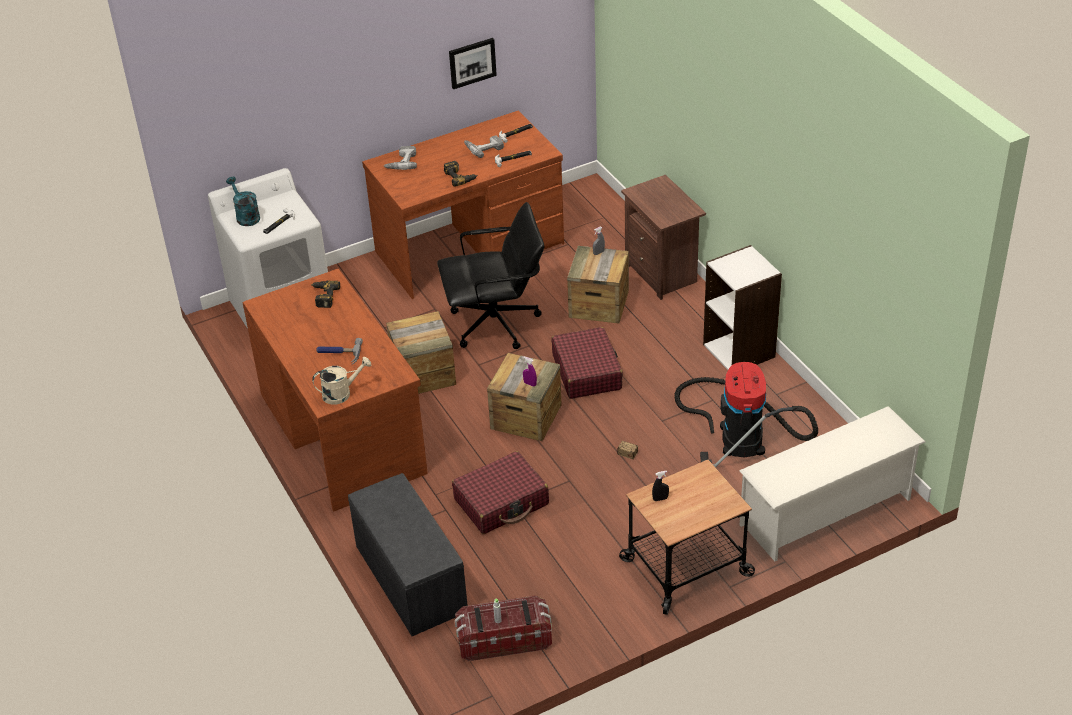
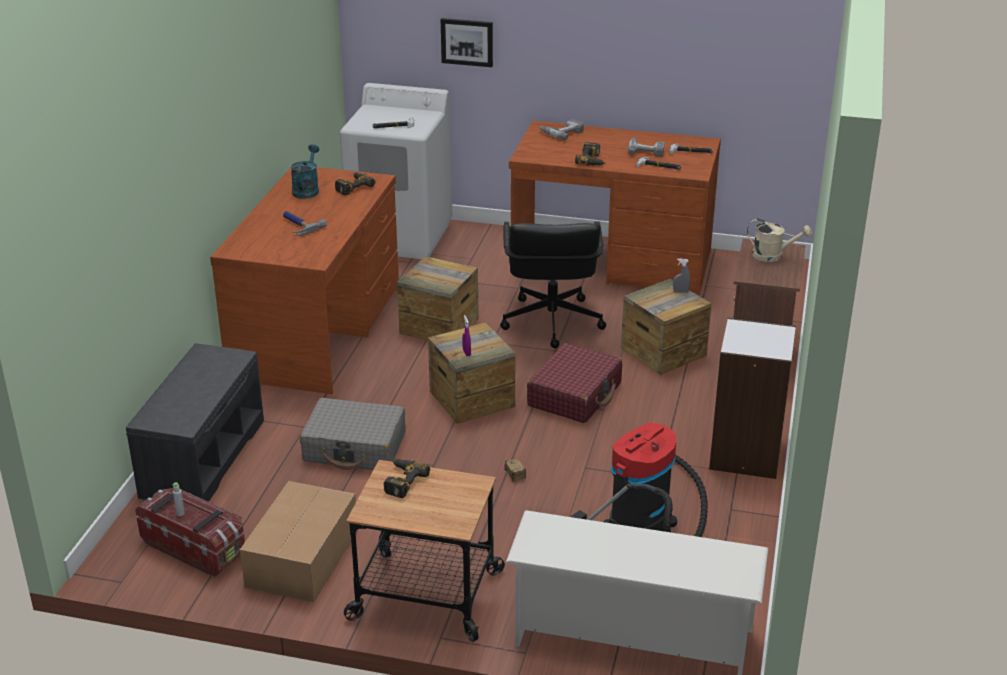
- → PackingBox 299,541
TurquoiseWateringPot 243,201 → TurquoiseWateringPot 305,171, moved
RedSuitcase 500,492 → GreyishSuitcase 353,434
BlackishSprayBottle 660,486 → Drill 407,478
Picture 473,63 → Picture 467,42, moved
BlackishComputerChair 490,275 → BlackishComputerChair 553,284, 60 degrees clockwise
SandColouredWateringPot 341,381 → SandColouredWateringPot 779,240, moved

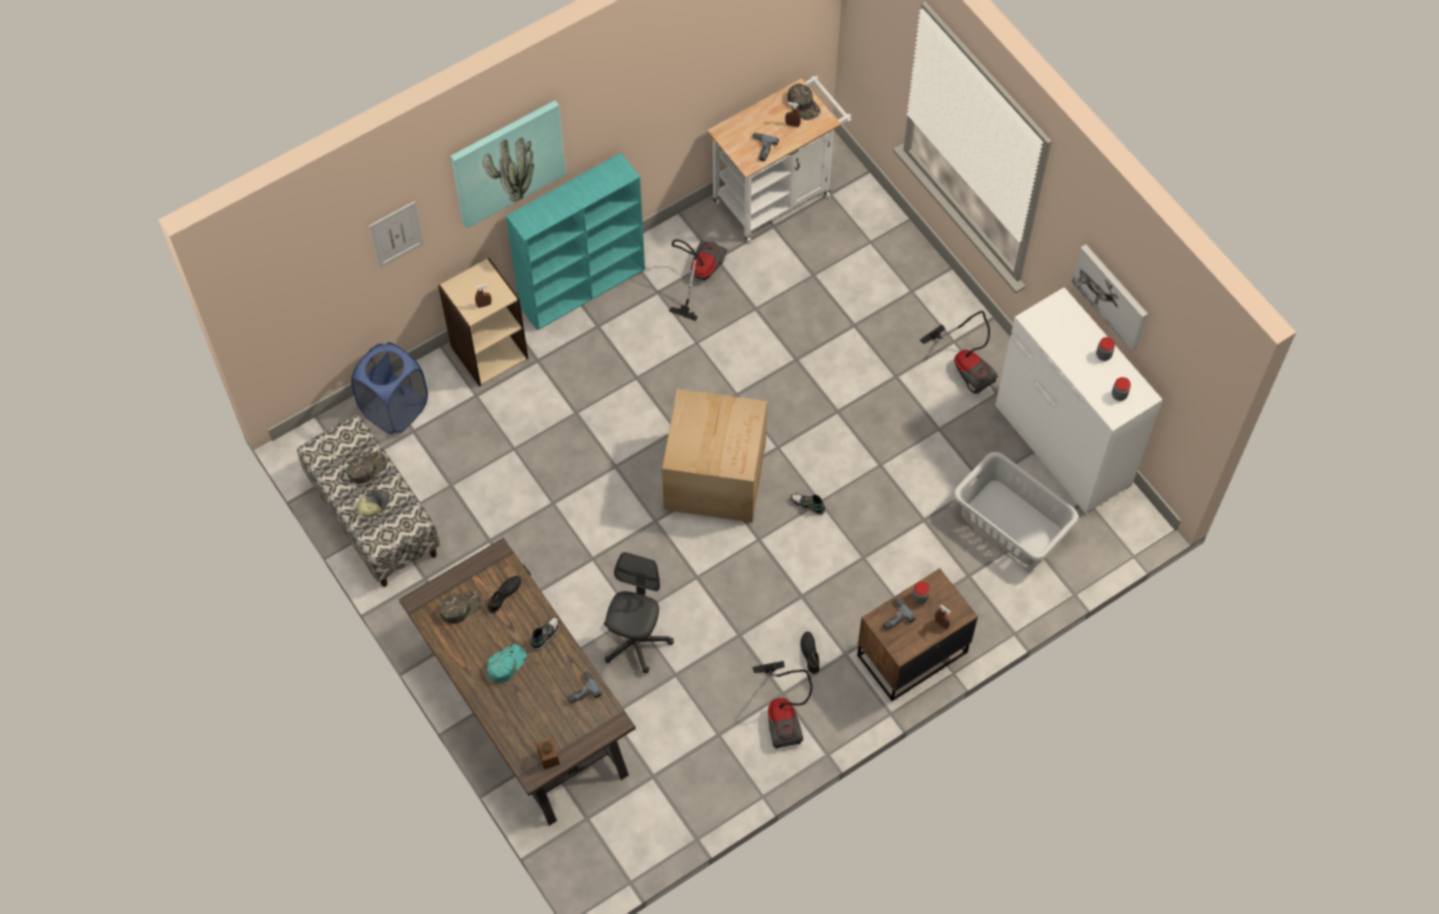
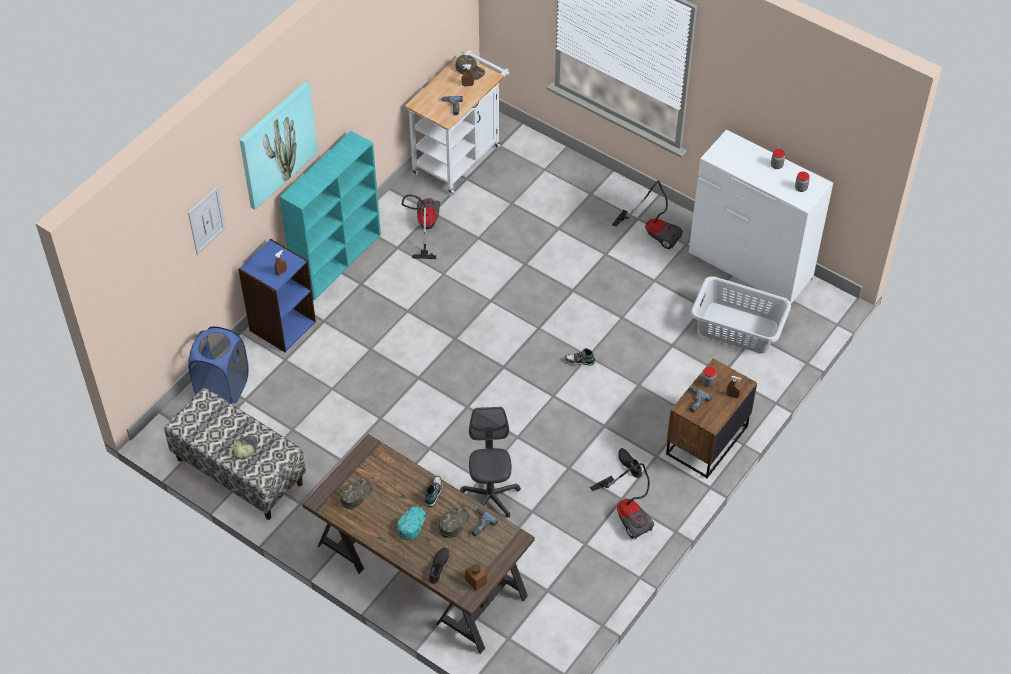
SandColouredShelvingUnit 483,322 → BlueColouredShelvingUnit 277,295
BlackishItemOfFootwear 504,594 → BlackishItemOfFootwear 439,566, moved
GreenishPeakedCap 367,468 → GreenishPeakedCap 454,522, moved
PackingBox 714,455 → -
Picture 1110,297 → -

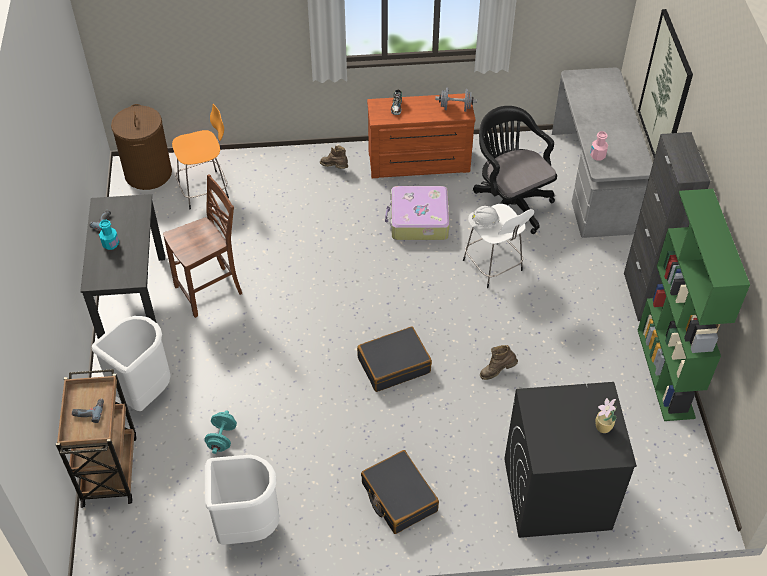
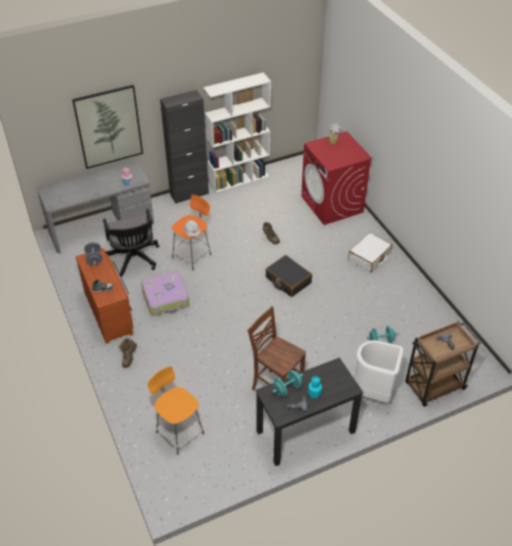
BlackishComputerChair 515,170 → BlackishComputerChair 131,242, 60 degrees counterclockwise
WhiteStool 498,246 → OrangeColouredStool 191,232
GreenishShelvingUnit 694,305 → WhiteShelvingUnit 237,133
- → TurquoiseDumbbell 287,383
BlackishWashingMachine 570,460 → RedWashingMachine 336,178
BlackishSuitcase 400,492 → WhiteSuitcase 370,252
BrownLaundryBasket 141,147 → -
WhiteRubbishBin 242,500 → -

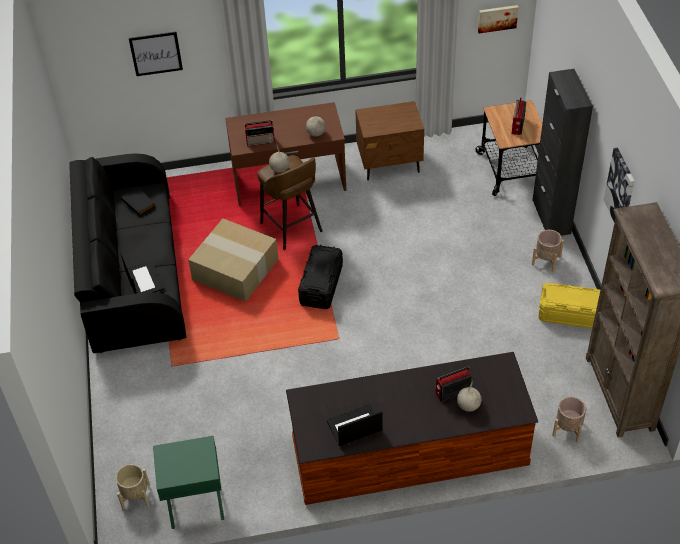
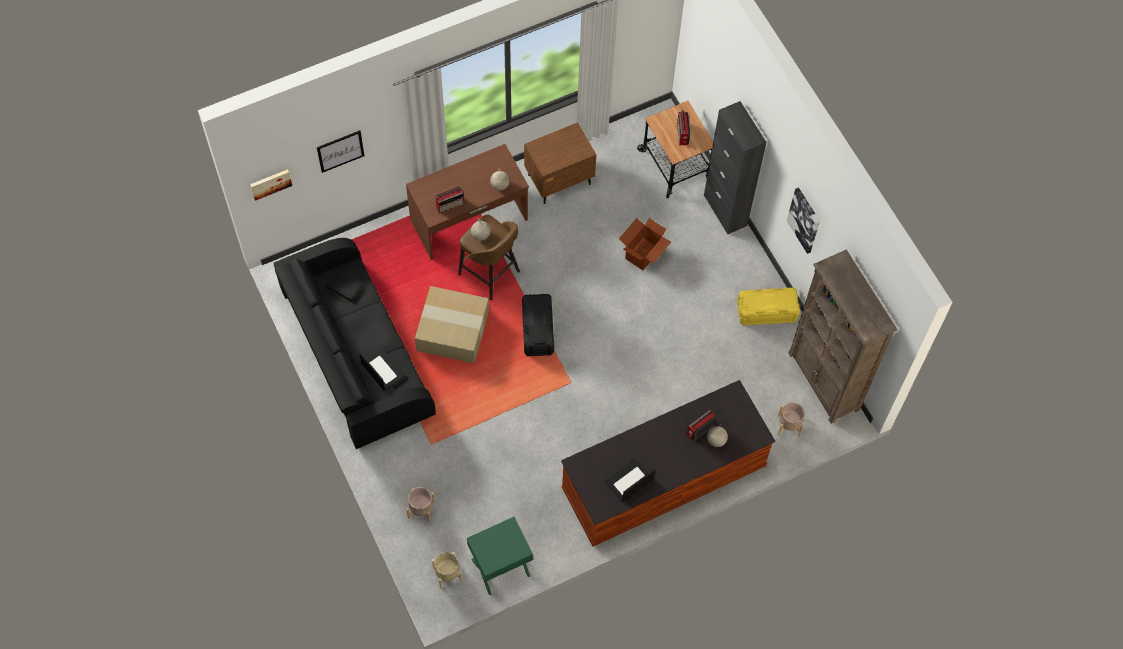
Picture 498,19 → Picture 271,185, moved
SandColouredPlantPot 548,251 → SandColouredPlantPot 420,504, moved
- → PackingBox 645,244

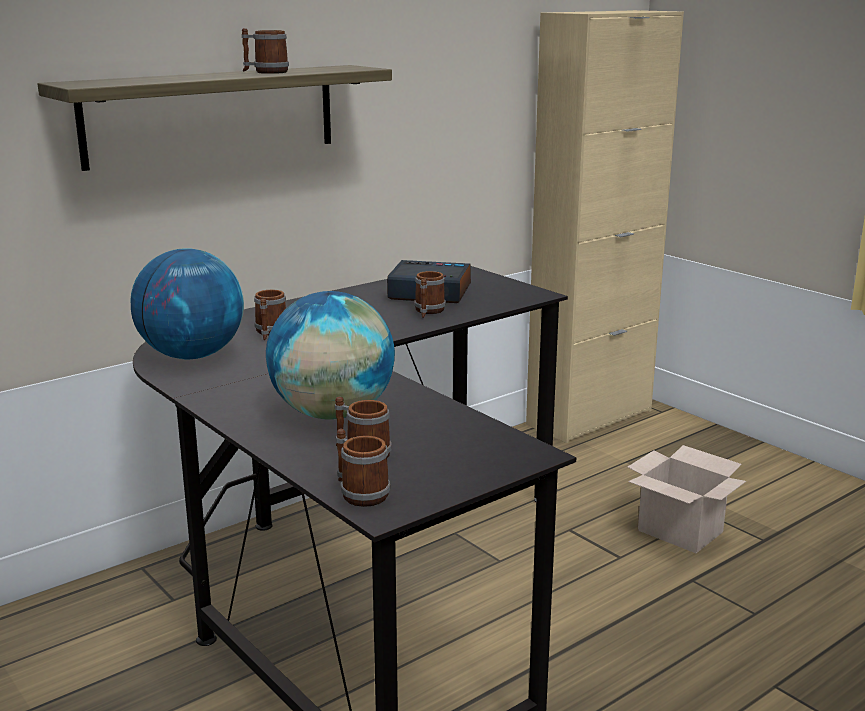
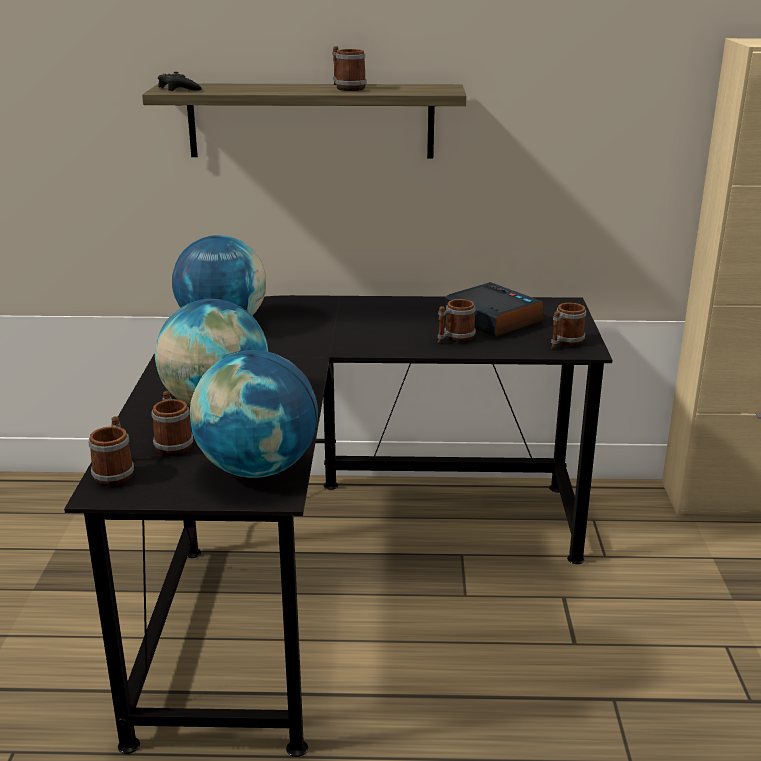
- → BlackishGameController 180,81
- → DeskGlobe 254,414
TeaMug 270,315 → TeaMug 568,326, moved
PackingBox 687,499 → -

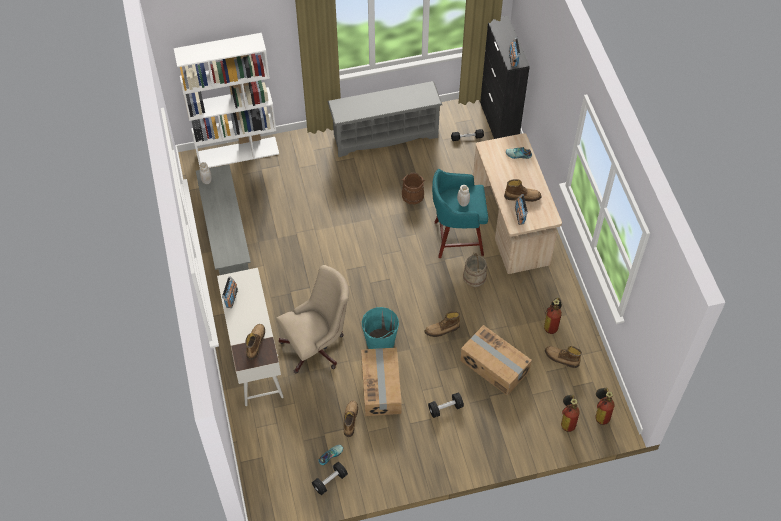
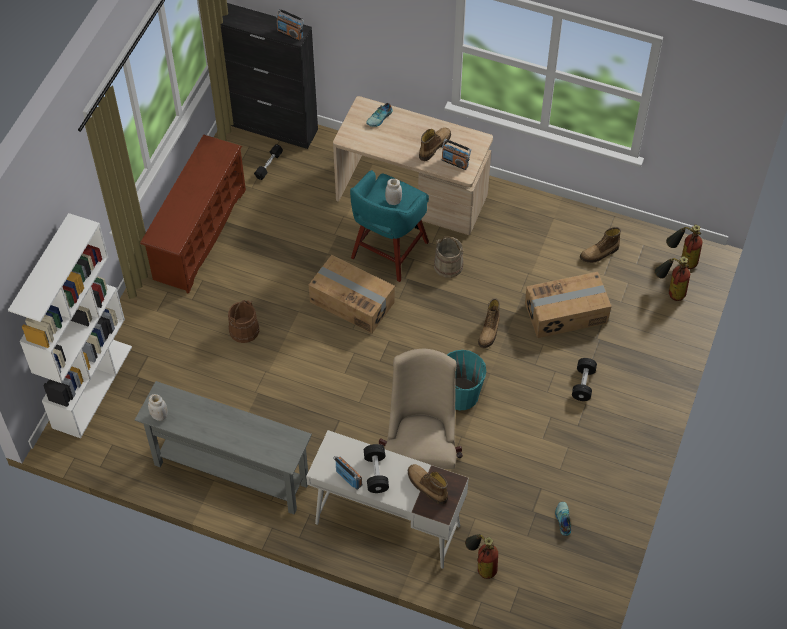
GreyishShoeStand 385,119 → BrownShoeStand 193,214
BrownWaterBucket 413,188 → BrownWaterBucket 243,321, moved
PackingBox 381,382 → PackingBox 352,294, moved
BlackishDumbbell 330,478 → BlackishDumbbell 376,468, moved
FireExtinguisher 553,315 → FireExtinguisher 481,556, moved
Boot 351,419 → -

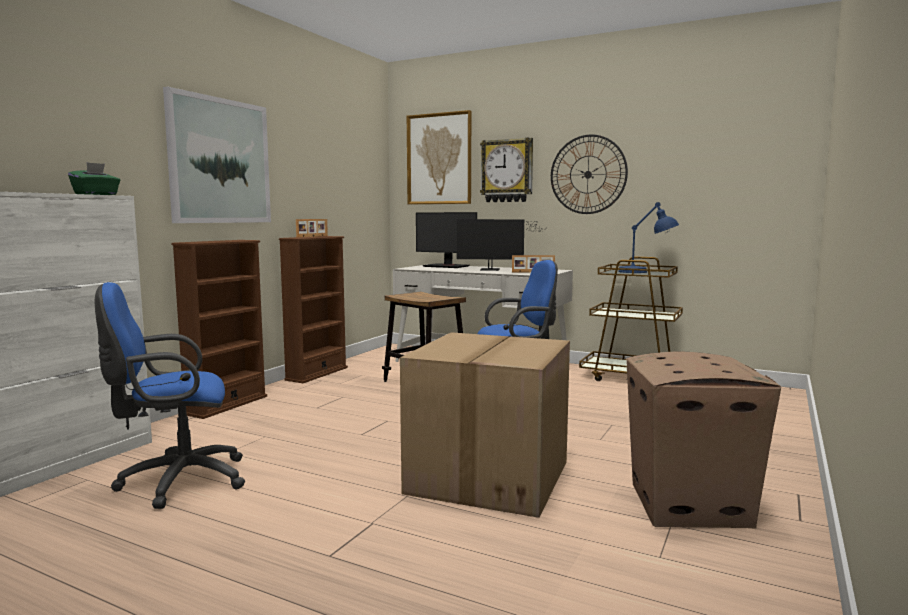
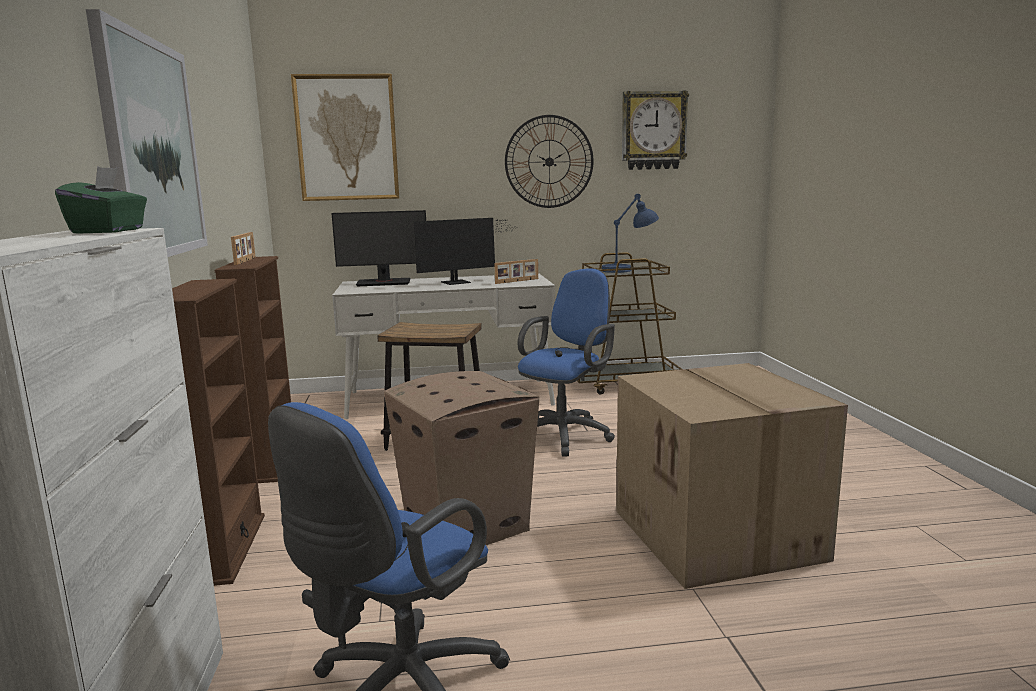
PackingBox 703,440 → PackingBox 461,458, moved
ClockOnTheWall 506,170 → ClockOnTheWall 655,130, moved

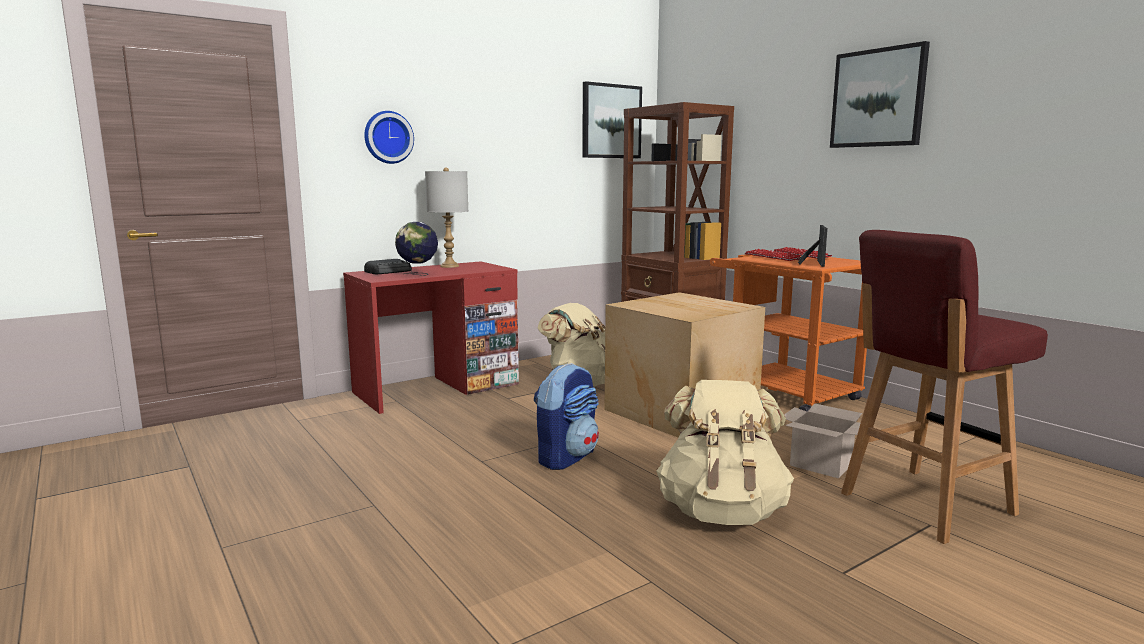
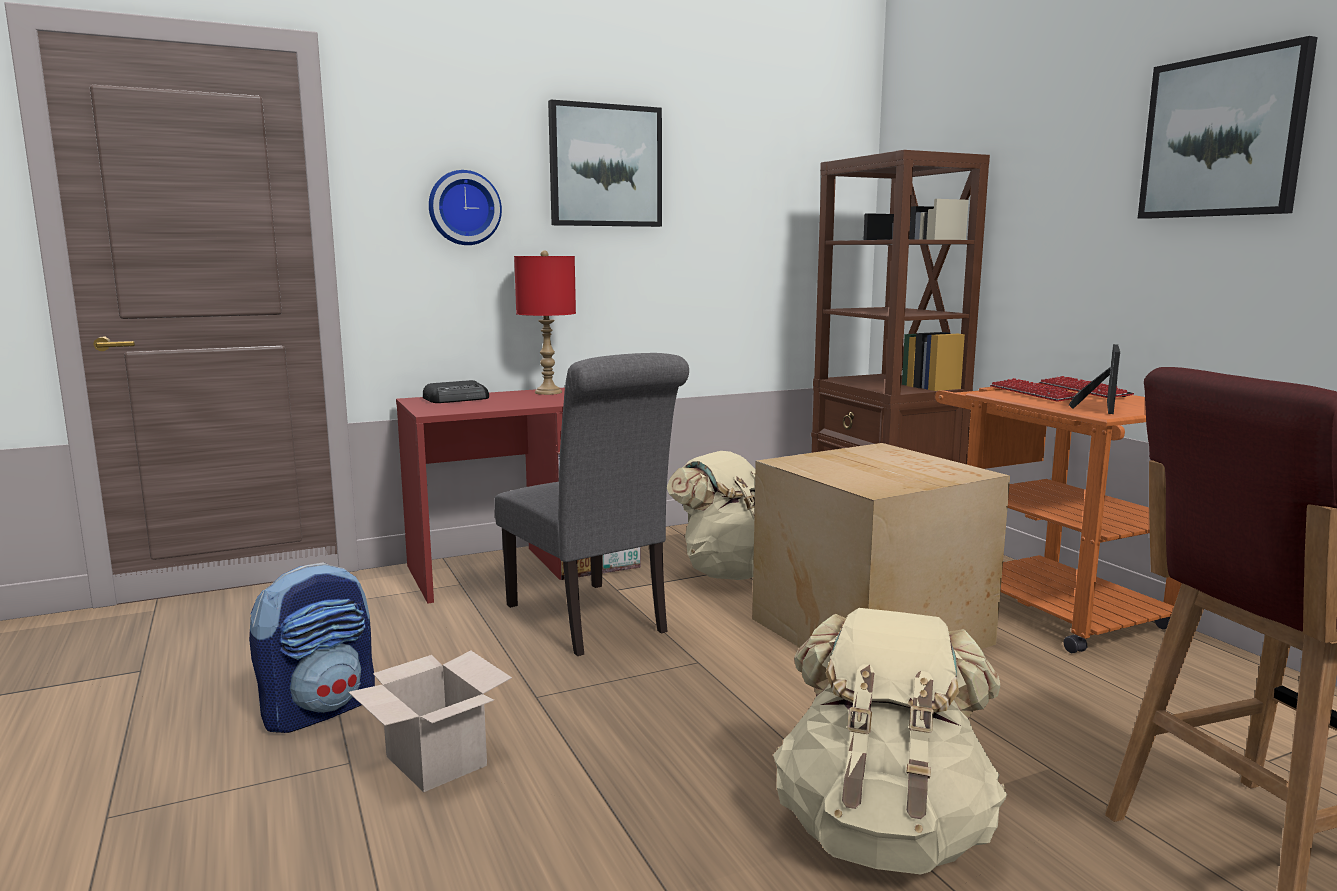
Knapsack 566,416 → Knapsack 312,647, moved
PackingBox 823,441 → PackingBox 430,721, moved
- → GreyishUprightChair 591,504
GreyishTableLamp 446,217 → RedTableLamp 545,322
Picture 612,119 → Picture 605,163, moved
DeskGlobe 416,249 → -

